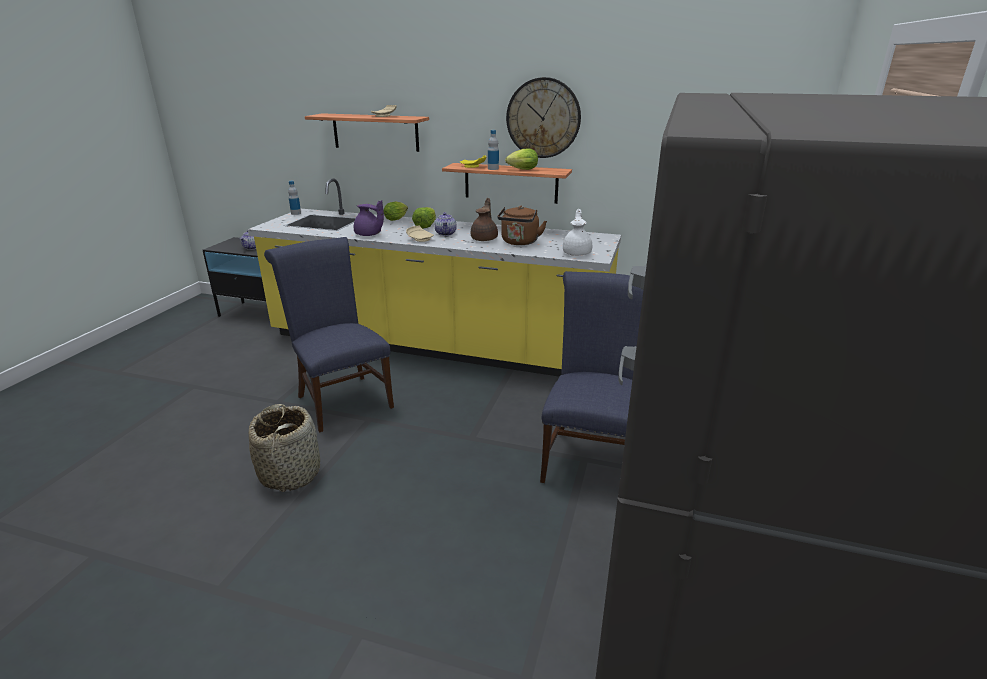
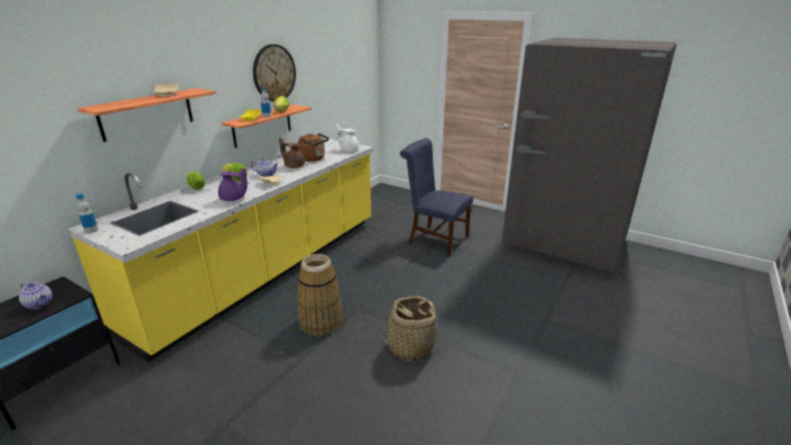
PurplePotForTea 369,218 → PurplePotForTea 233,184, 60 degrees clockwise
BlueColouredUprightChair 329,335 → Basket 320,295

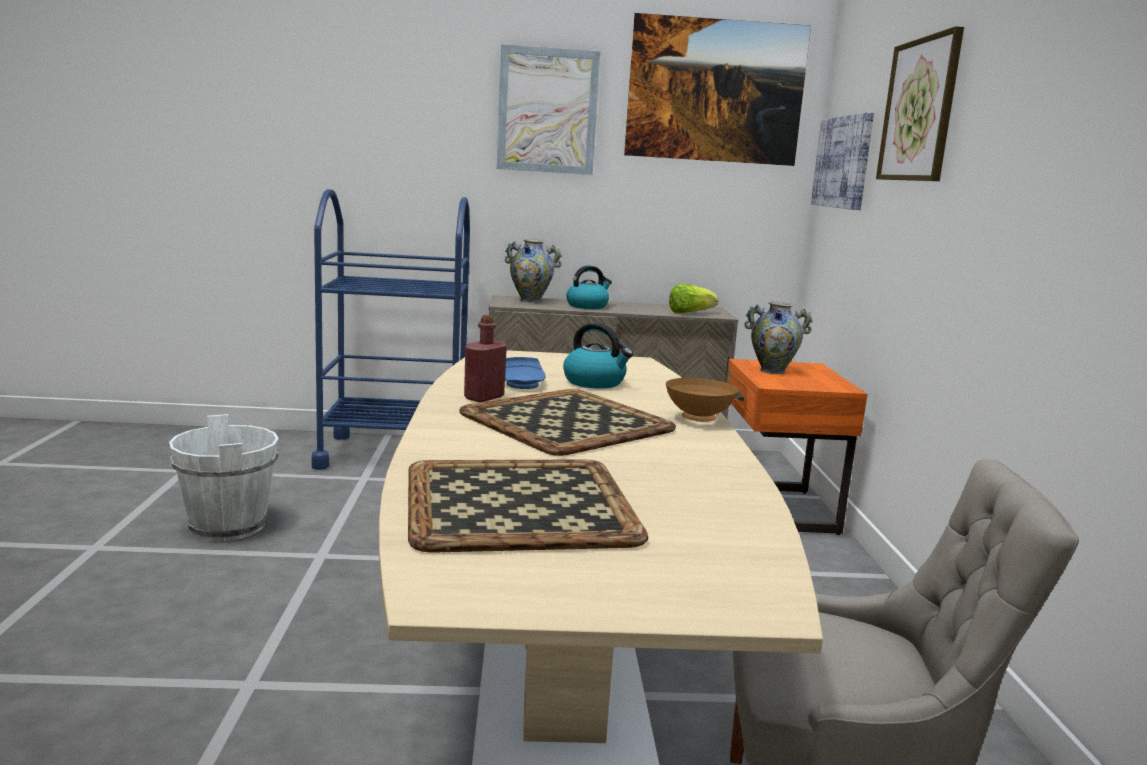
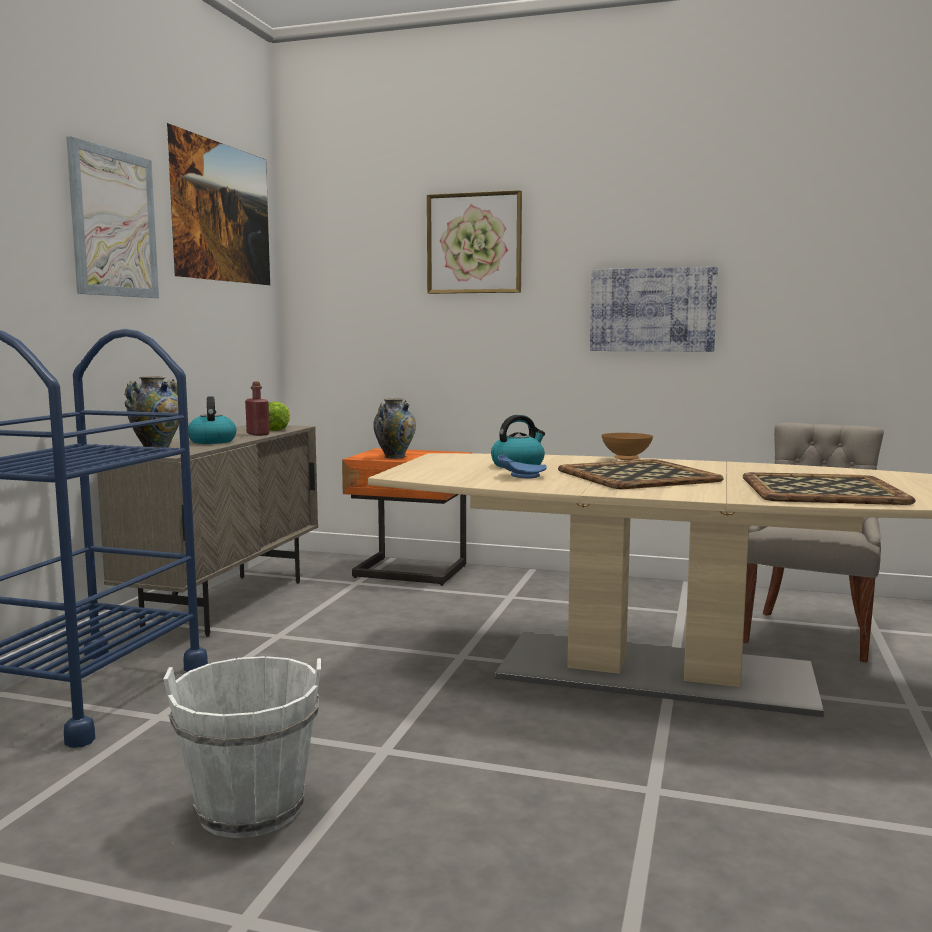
RedBeverageBottle 485,358 → RedBeverageBottle 257,408, moved
Picture 842,161 → Picture 654,309, moved

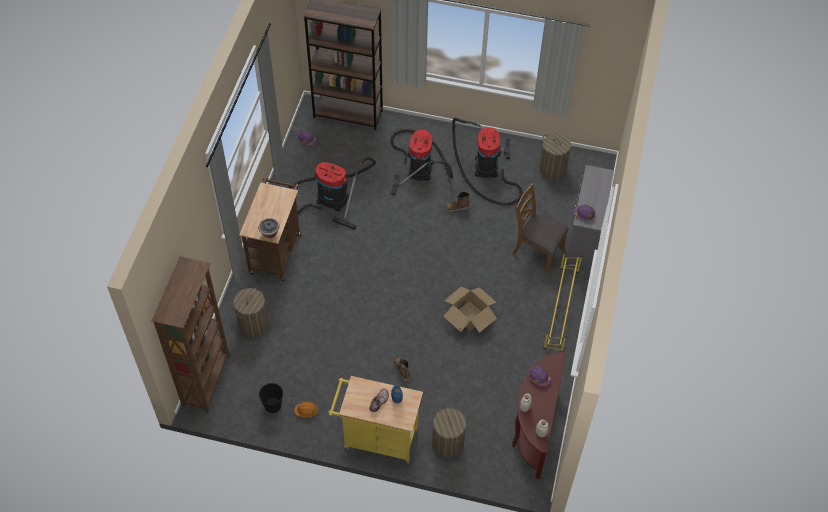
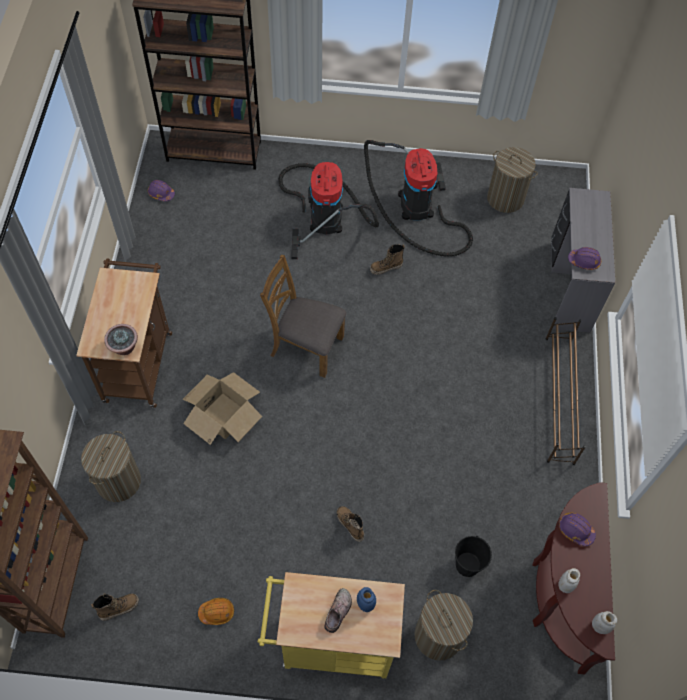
- → Boot 115,607
PackingBox 470,310 → PackingBox 222,408, moved
BrownUprightChair 540,227 → BrownUprightChair 303,316, moved
BlackishWaterBucket 271,398 → BlackishWaterBucket 473,556, moved
YellowColouredShoeStand 563,302 → BrownShoeStand 565,391
Vacuum 331,193 → -

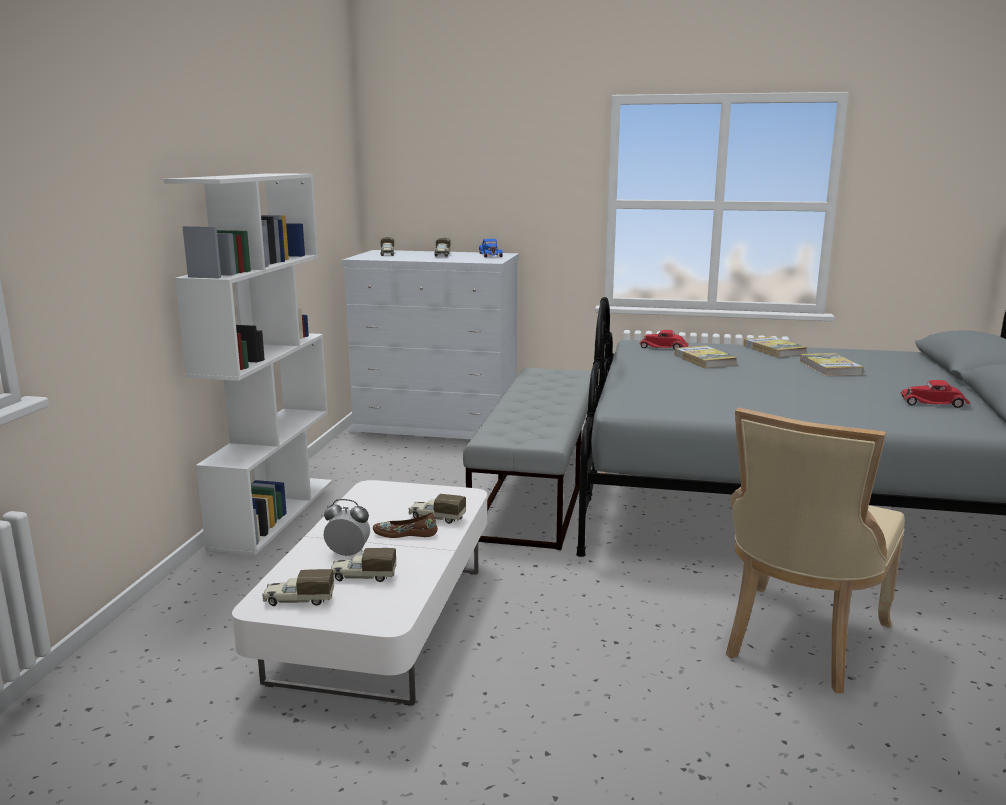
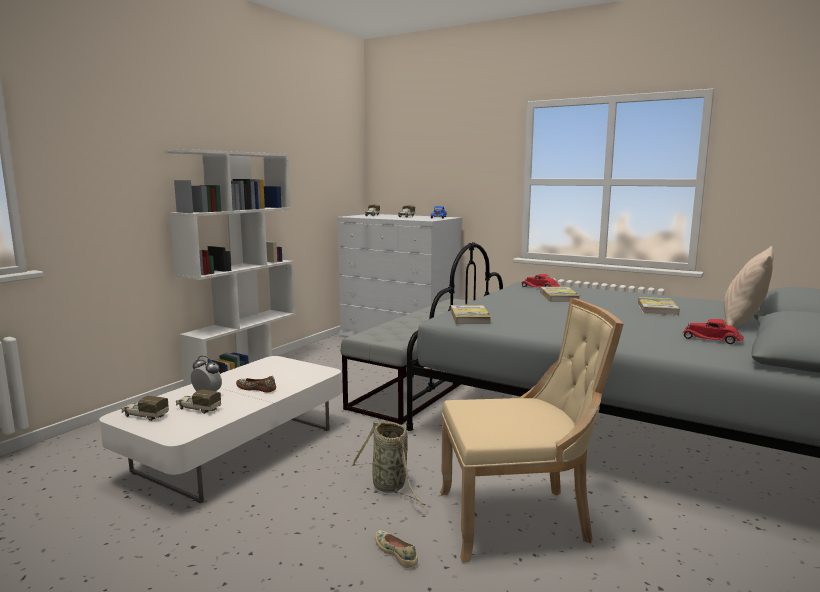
- → Basket 388,462
- → SandColouredItemOfFootwear 396,549
SandColouredUprightChair 815,550 → SandColouredUprightChair 532,430, 150 degrees counterclockwise
Book 775,346 → Book 471,314, moved
- → SandColouredPillow 749,286
ModelTruck 437,509 → -

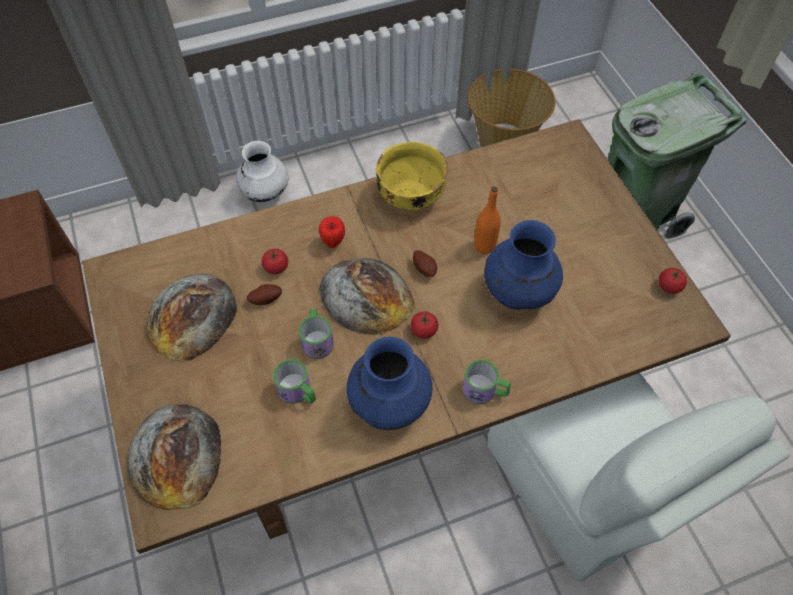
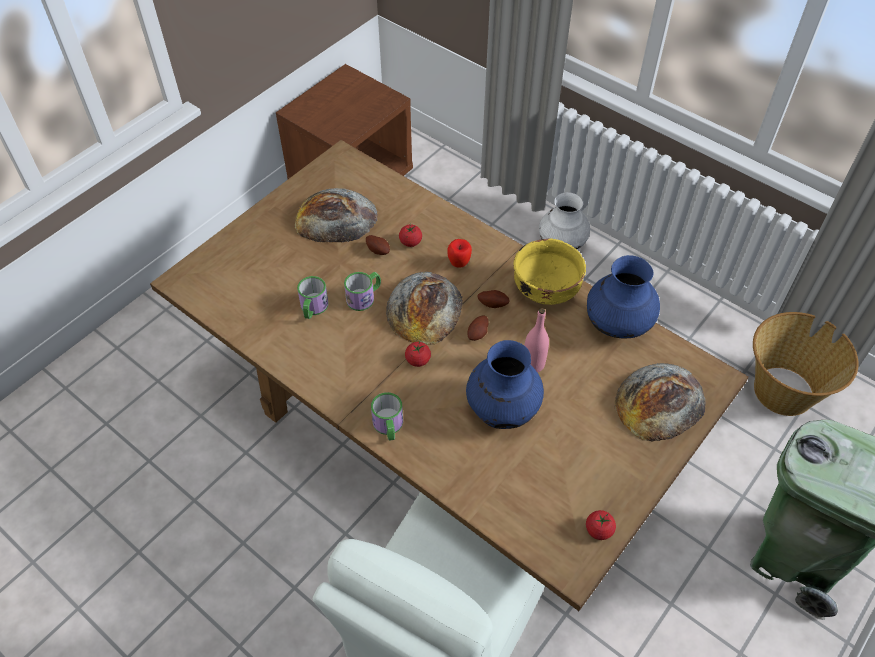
- → Spud 494,299
OrangeColouredBeverageBottle 487,220 → PinkColouredBeverageBottle 536,340
BlueColouredFlowerVase 390,383 → BlueColouredFlowerVase 623,296, moved
BakeryBread 174,457 → BakeryBread 660,402, moved

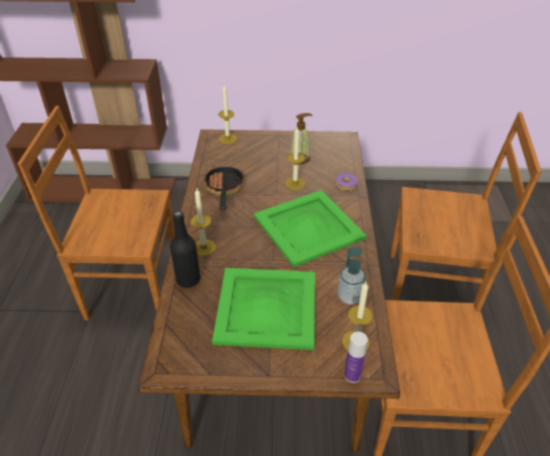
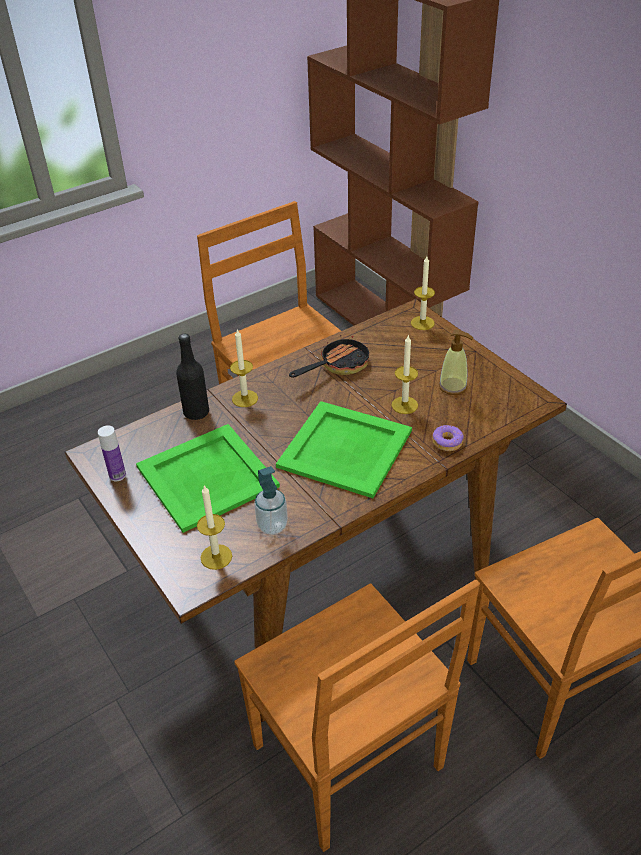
BeverageBottle 356,357 → BeverageBottle 112,453, moved

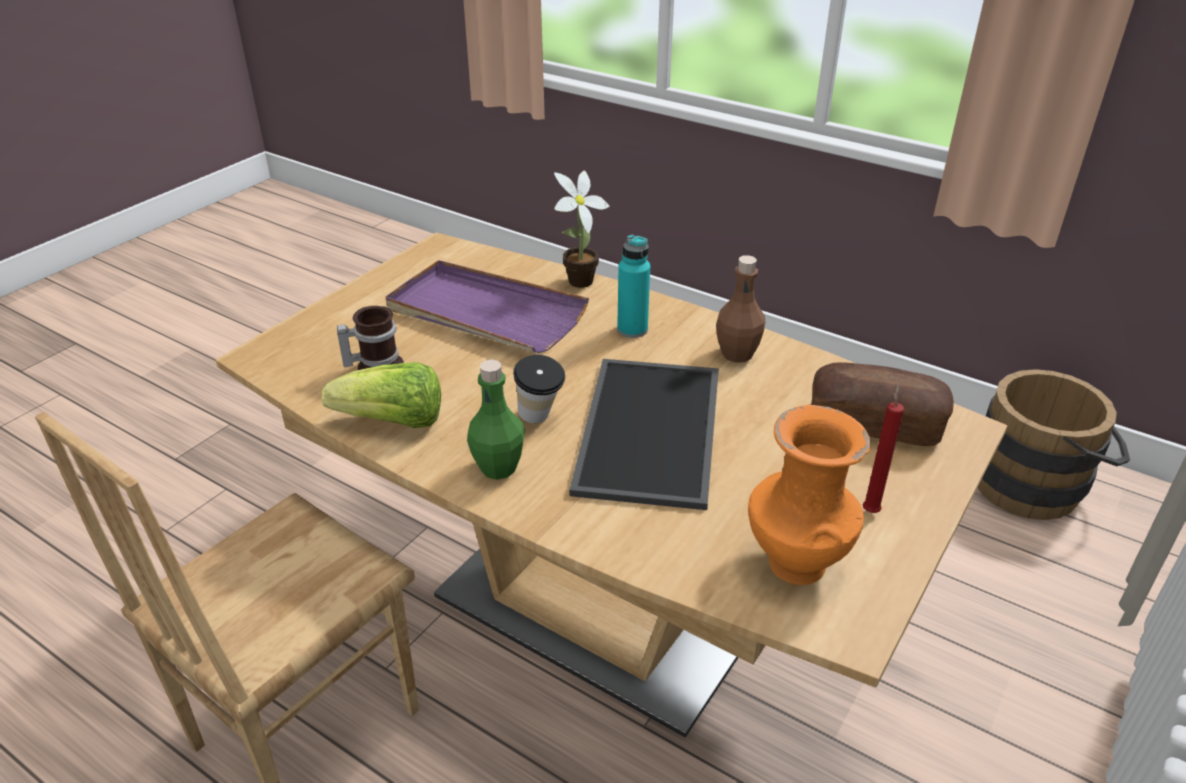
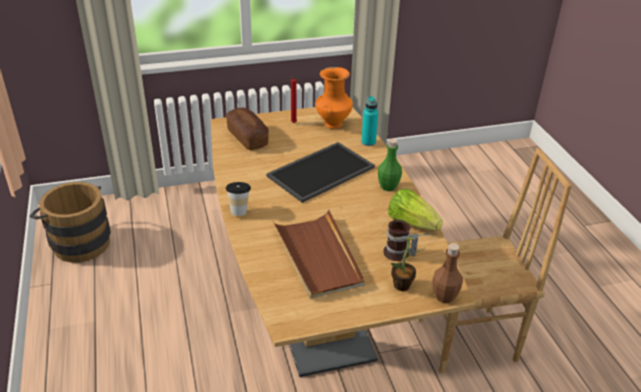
Cup 539,389 → Cup 238,199, moved
PurpleServingTray 487,306 → BrownServingTray 319,254
TurquoiseBeverageBottle 633,286 → TurquoiseBeverageBottle 369,121, moved
PlantInAPot 581,229 → PlantInAPot 408,262, moved
BrownBeverageBottle 740,309 → BrownBeverageBottle 447,273, moved

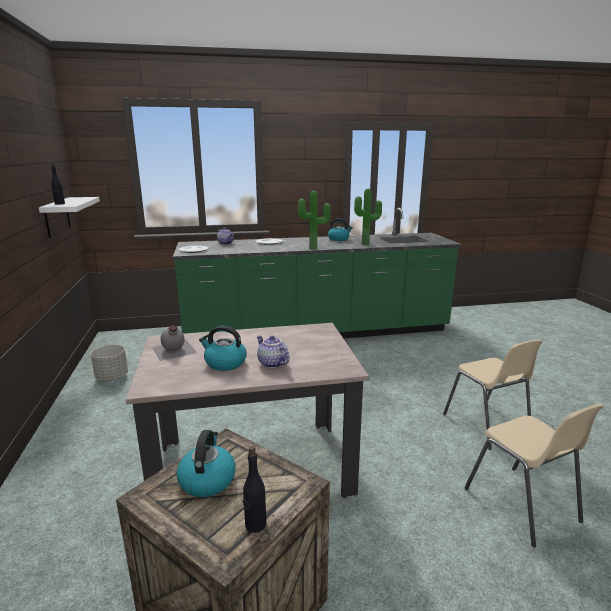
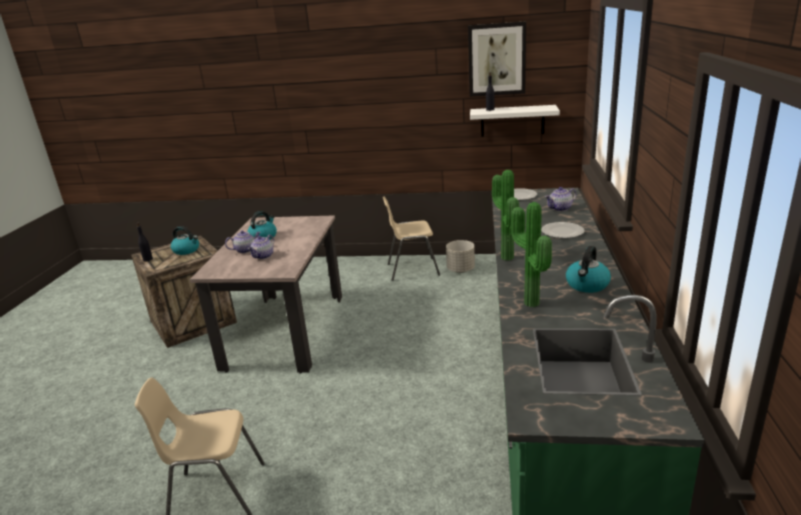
- → PotForTea 261,246
SandColouredUprightChair 533,475 → SandColouredUprightChair 411,239, moved
- → Picture 497,59
GreyishBeverageBottle 174,343 → -

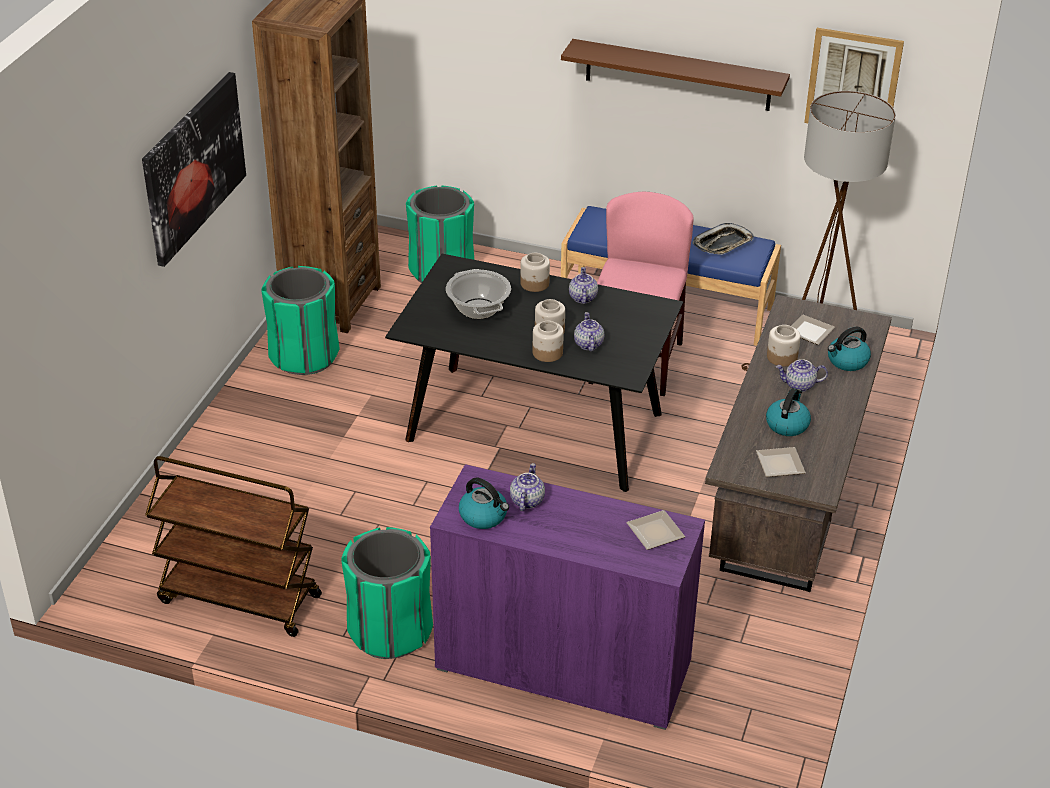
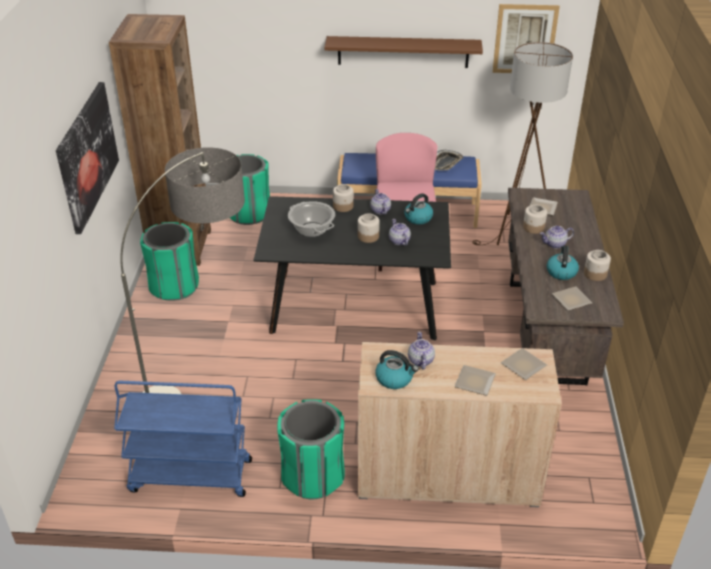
BrownCart 233,546 → BlueColouredCart 183,439
- → FloorLamp 182,270
PurpleCupboard 567,597 → SandColouredCupboard 460,424
WaterKettle 849,349 → WaterKettle 418,208, moved
- → FlatDish 475,380
PreserveJar 548,341 → PreserveJar 597,265, moved

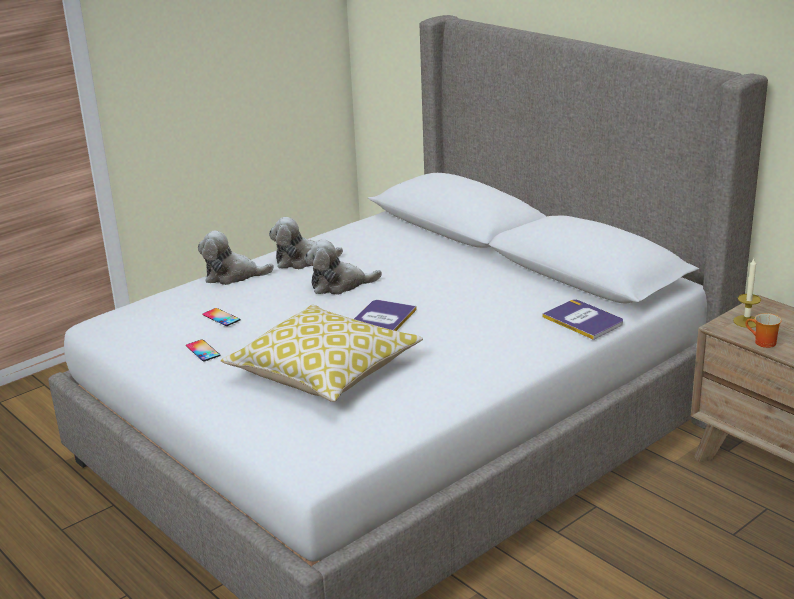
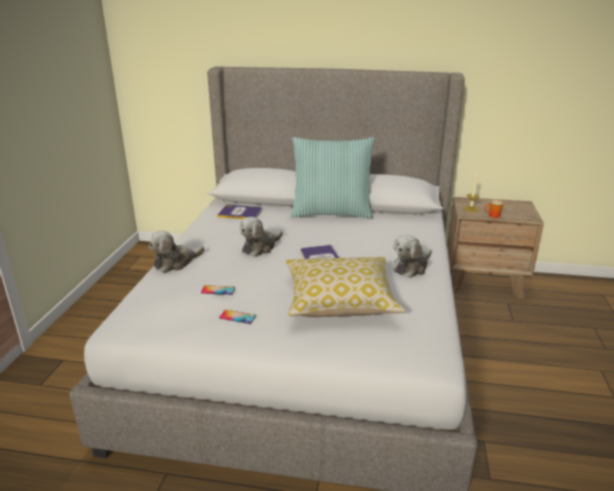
Book 582,320 → Book 239,212, moved
- → Pillow 333,178
SoftToy 306,243 → SoftToy 412,256, moved

